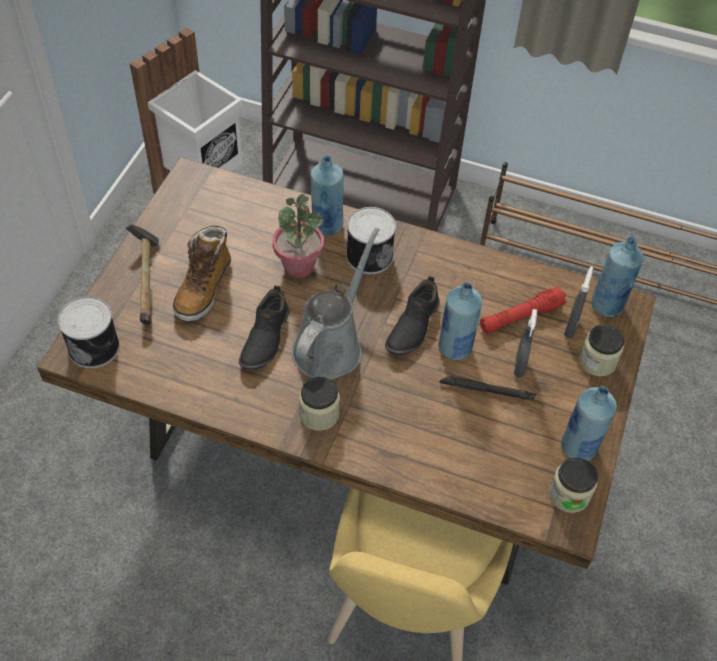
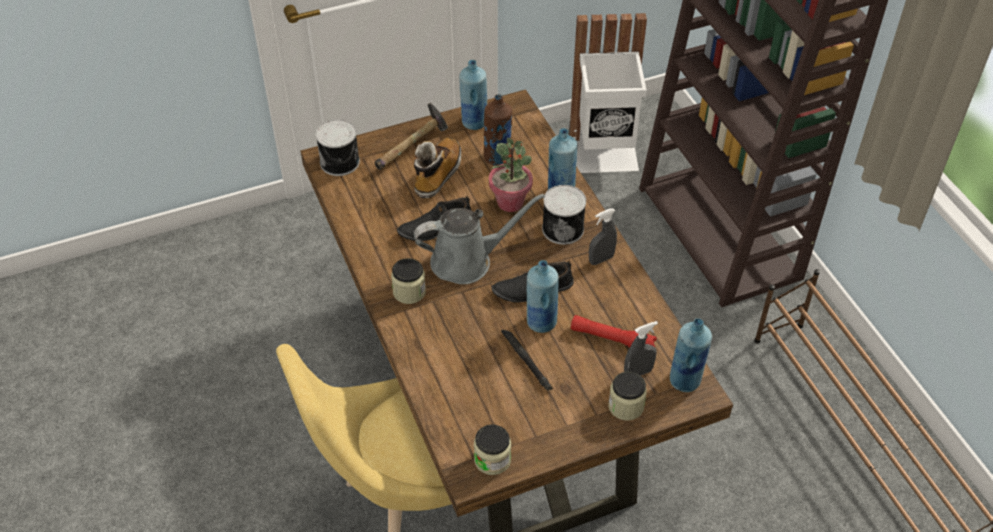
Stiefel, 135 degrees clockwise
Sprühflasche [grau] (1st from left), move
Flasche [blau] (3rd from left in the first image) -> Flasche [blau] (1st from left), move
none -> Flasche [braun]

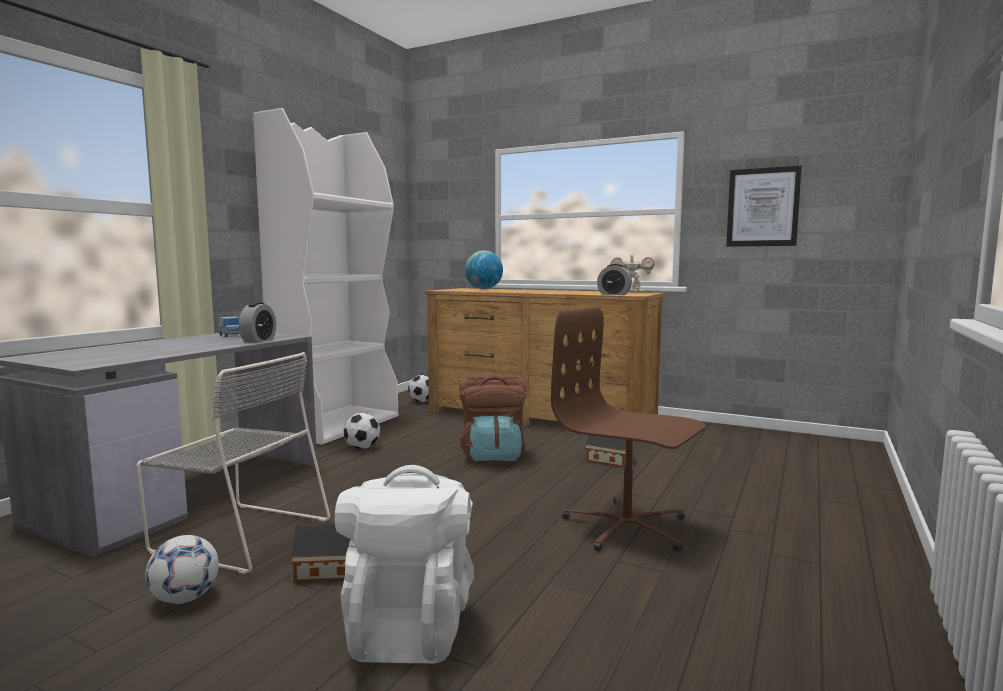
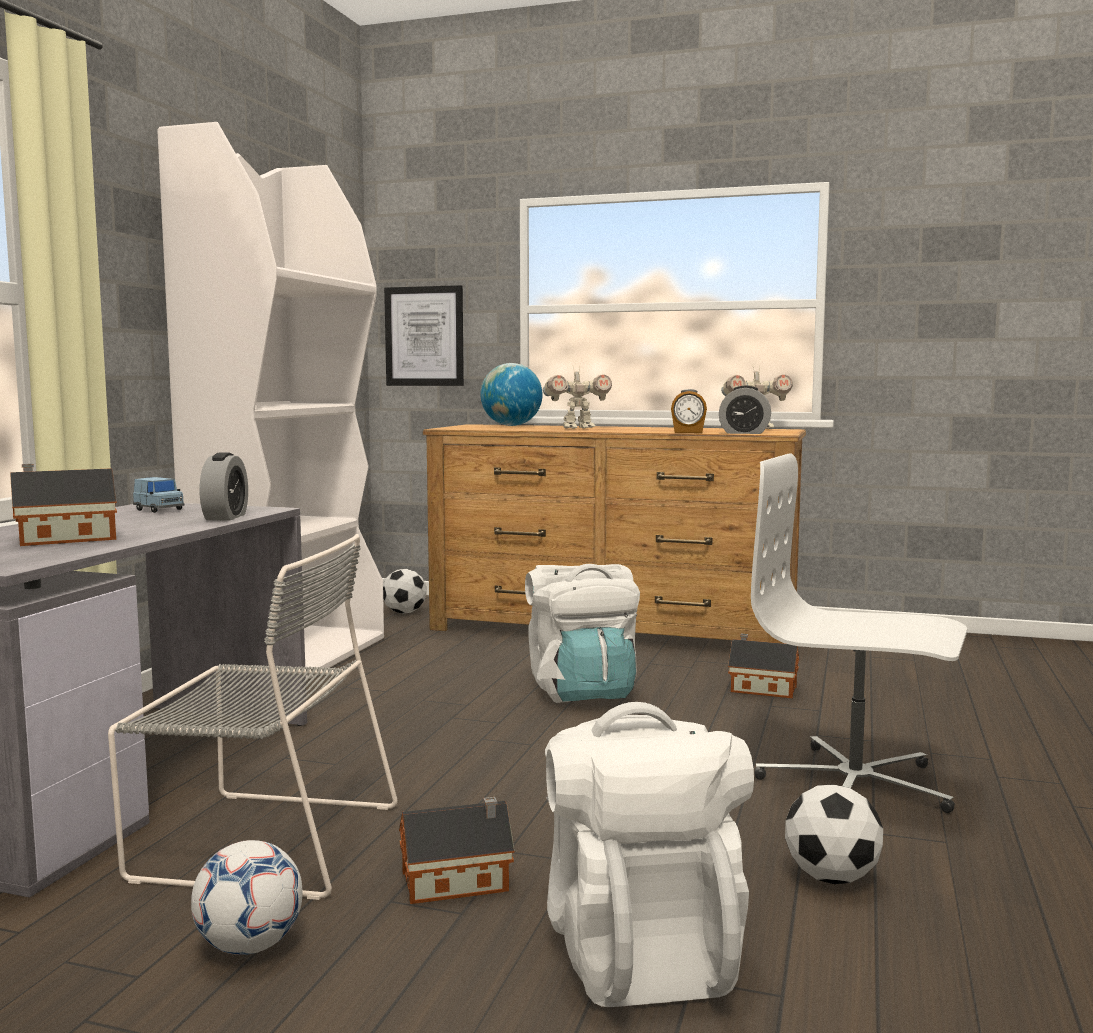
Fußball (2nd from left in the first image) -> Fußball (3rd from left), move
Rucksack [braun] -> Rucksack [weiß] (1st from left)
Bürostuhl [braun] -> Bürostuhl [weiß]
Bild, move
none -> Spielzeughaus (1st from left)
none -> Spielzeugroboter (1st from left)
none -> Wecker (2nd from left)

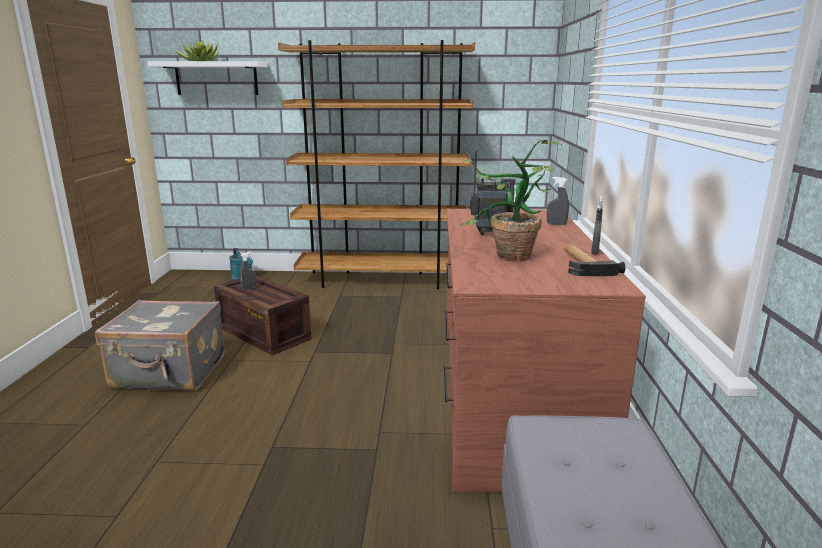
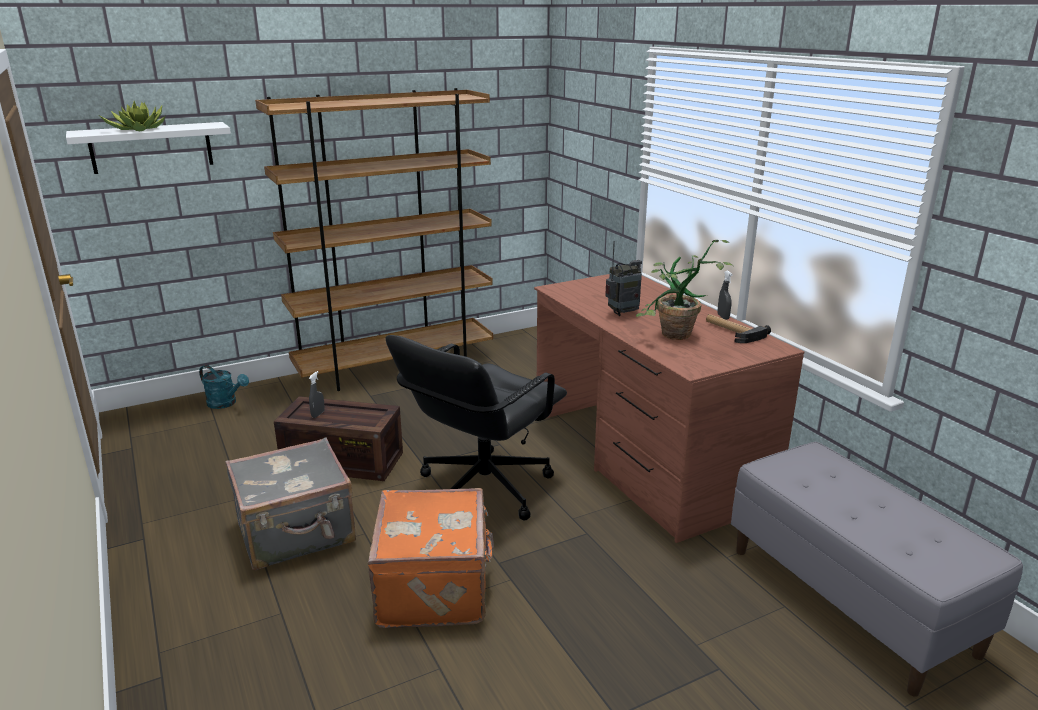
Sprühflasche [grau] (2nd from left) -> none
none -> Koffer [orange]
none -> Bürostuhl [schwarz]

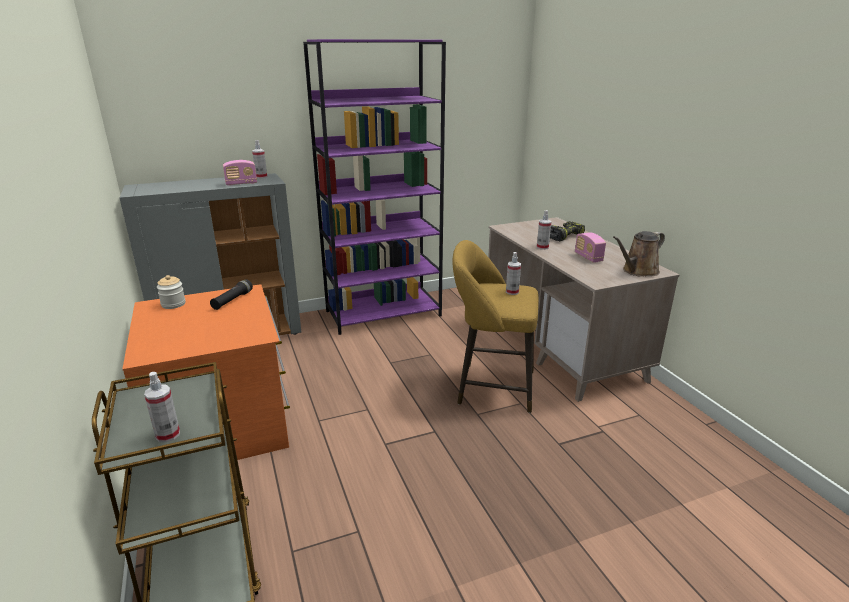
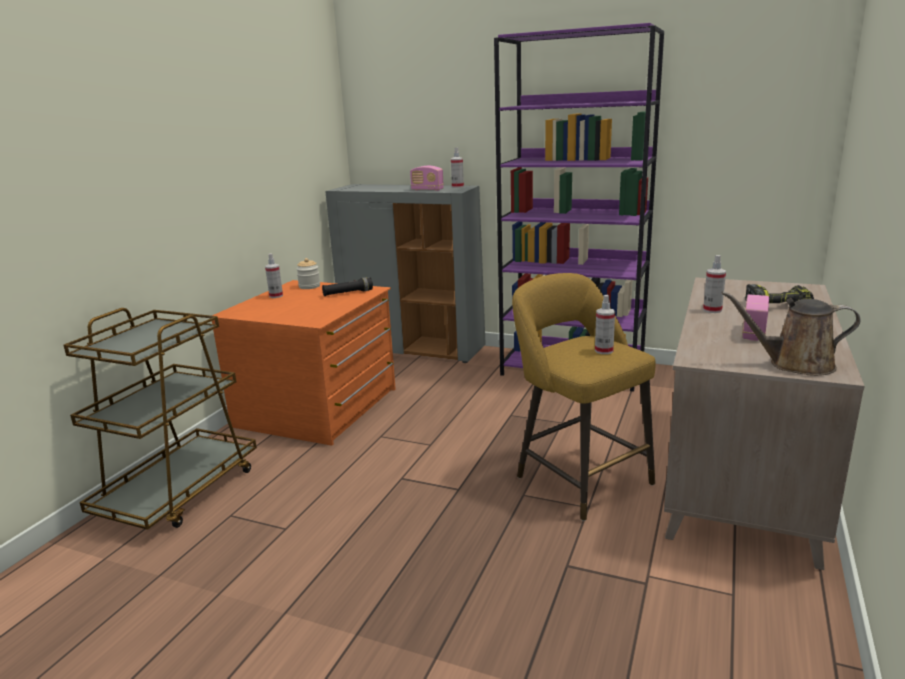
Sprühflasche (1st from left), move

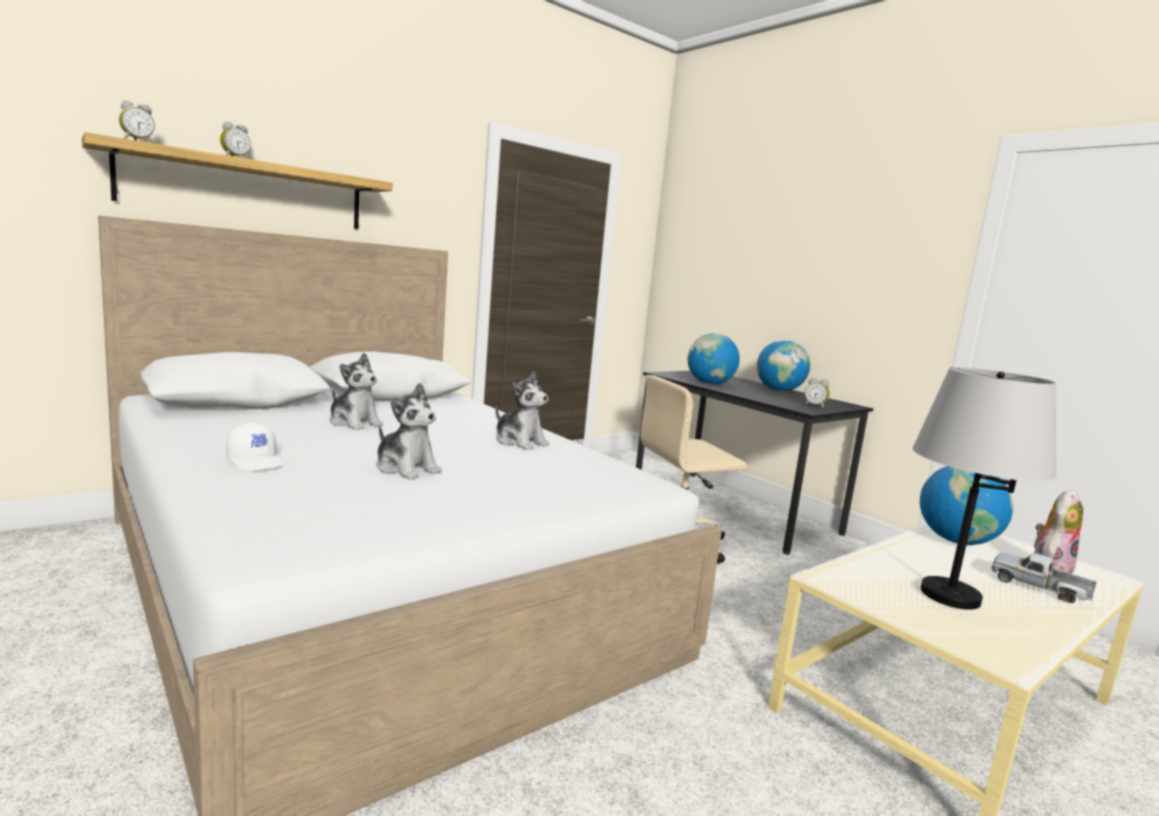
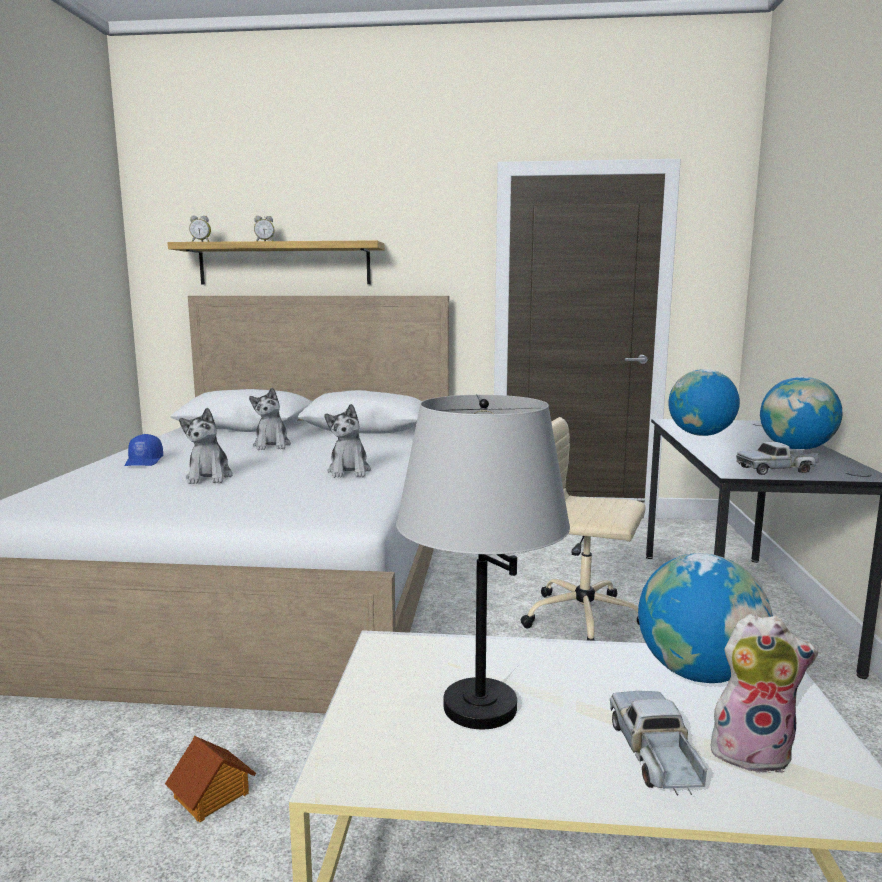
Kappe [weiß] -> Kappe [blau]
Wecker (3rd from left) -> Spielzeuglaster (2nd from left)
none -> Spielzeughaus

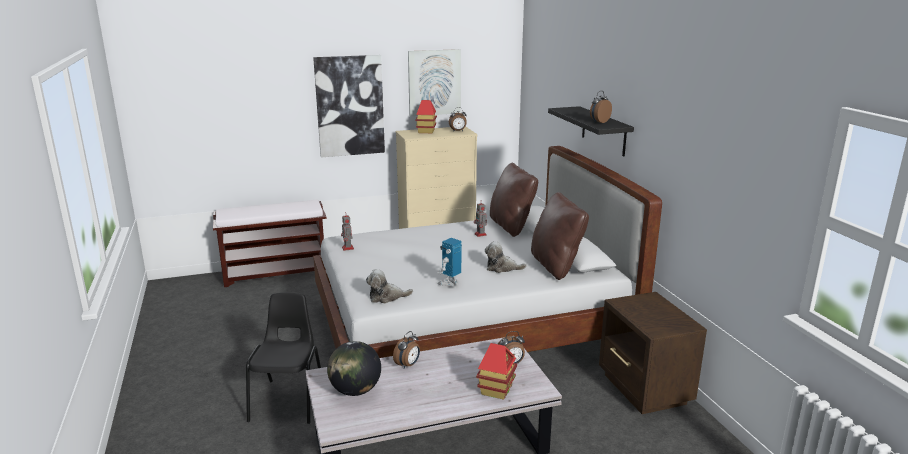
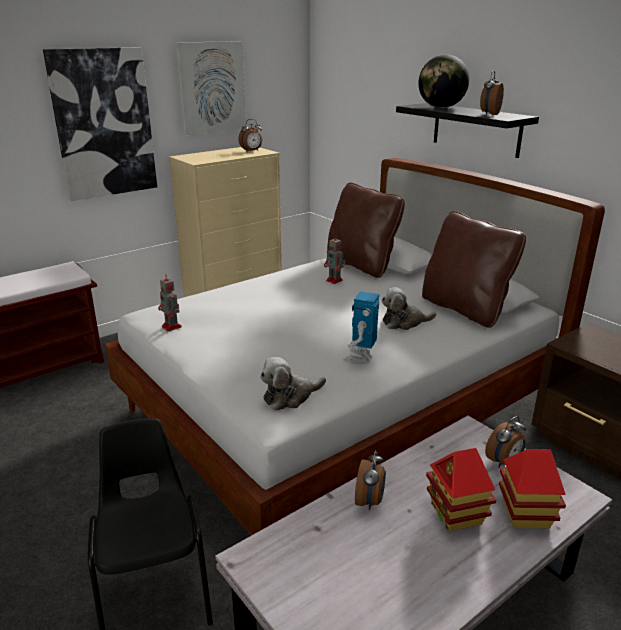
Globus, move
Spielzeughaus (1st from left), move

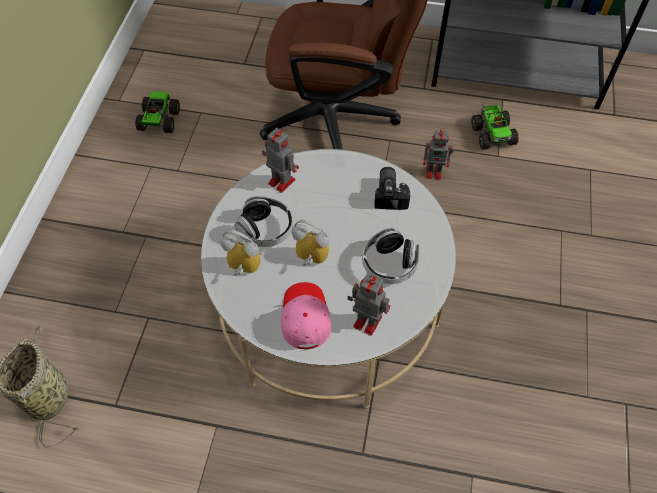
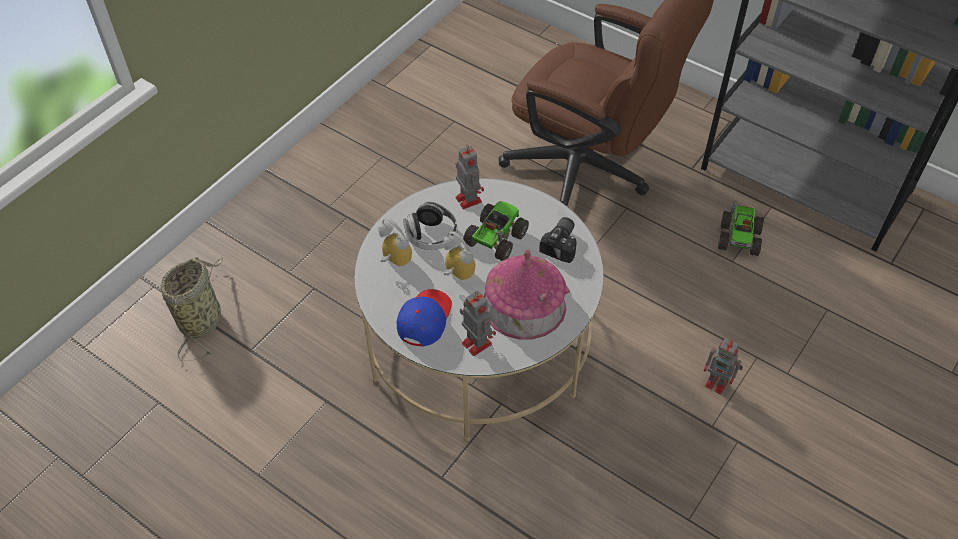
Spielzeuglaster (1st from left), move
Kappe [rosa] -> Kappe [blau]
Kopfhörer (2nd from left) -> Spielzeughaus
Spielzeugroboter (3rd from left), move

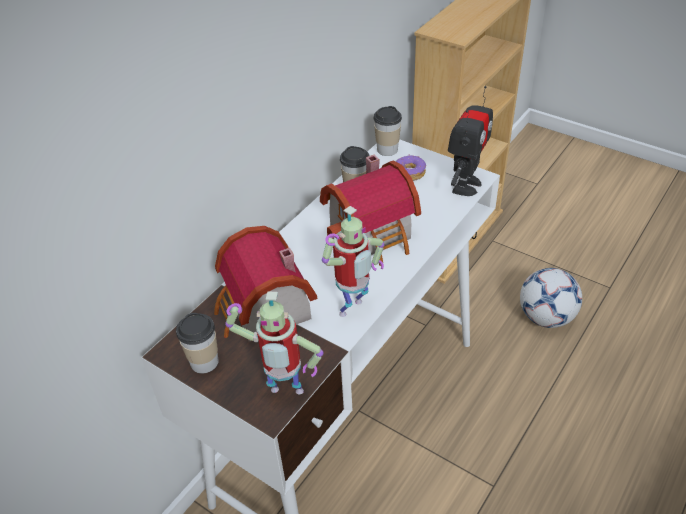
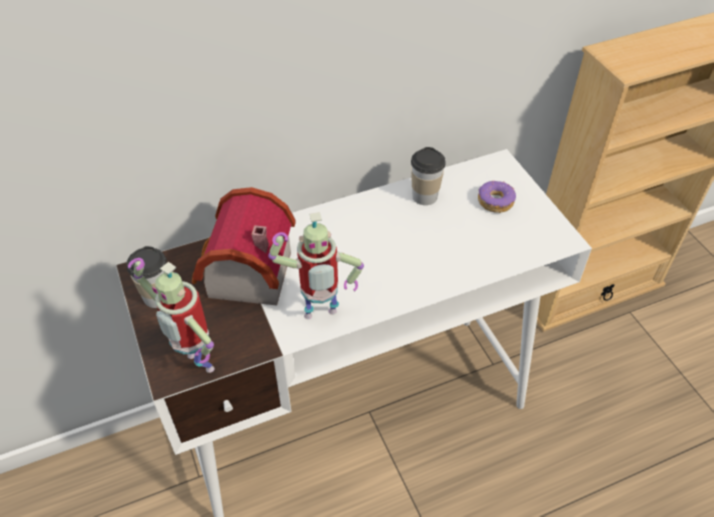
Spielzeughaus (2nd from left) -> none
Tasse (3rd from left) -> none
Spielzeugroboter (3rd from left) -> none
Fußball -> none

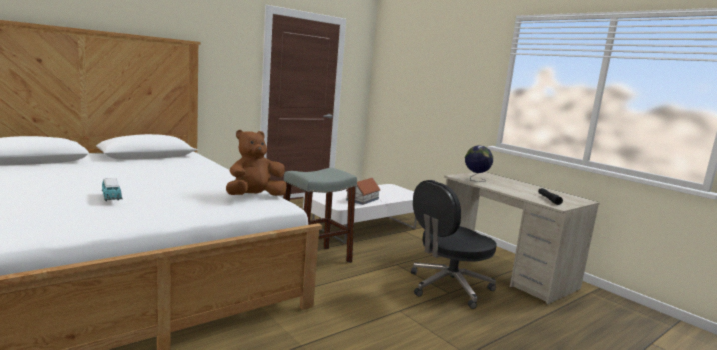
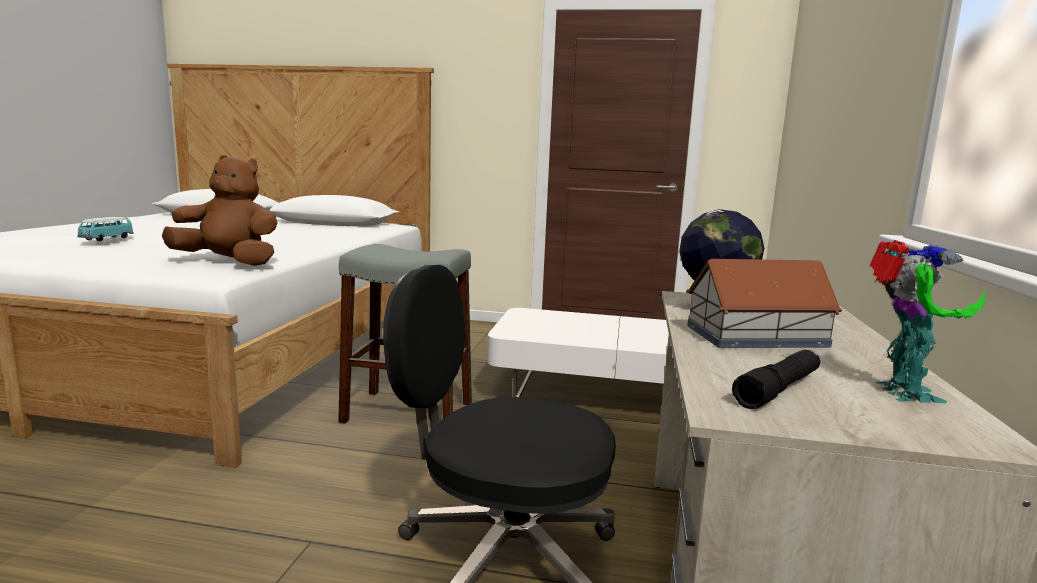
Spielzeughaus, move
none -> Spielzeugroboter

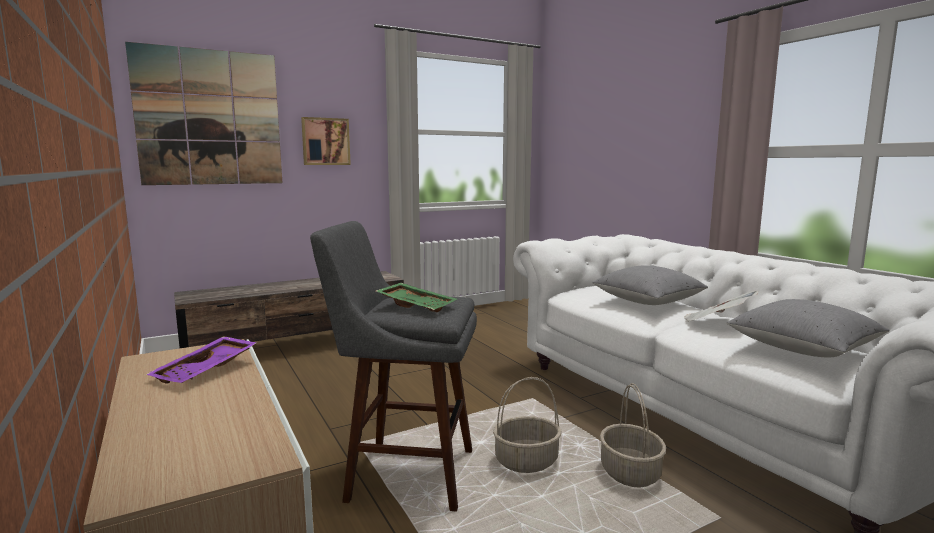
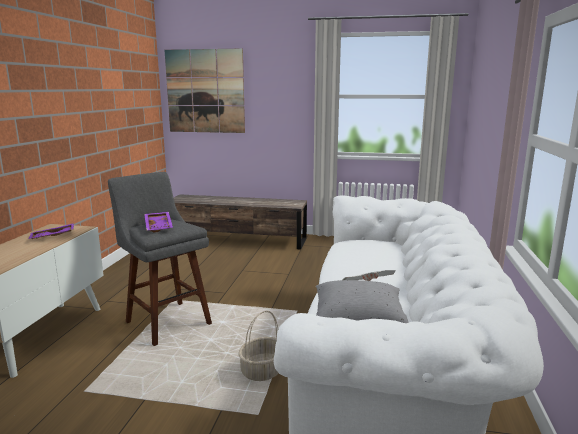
Bild (2nd from left) -> none
Tablett [grün] -> Tablett [lila] (2nd from left)
Korb (1st from left) -> none
Kissen [grau] (1st from left) -> none

